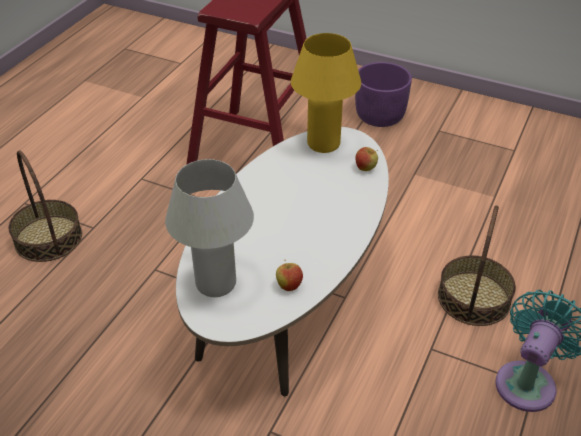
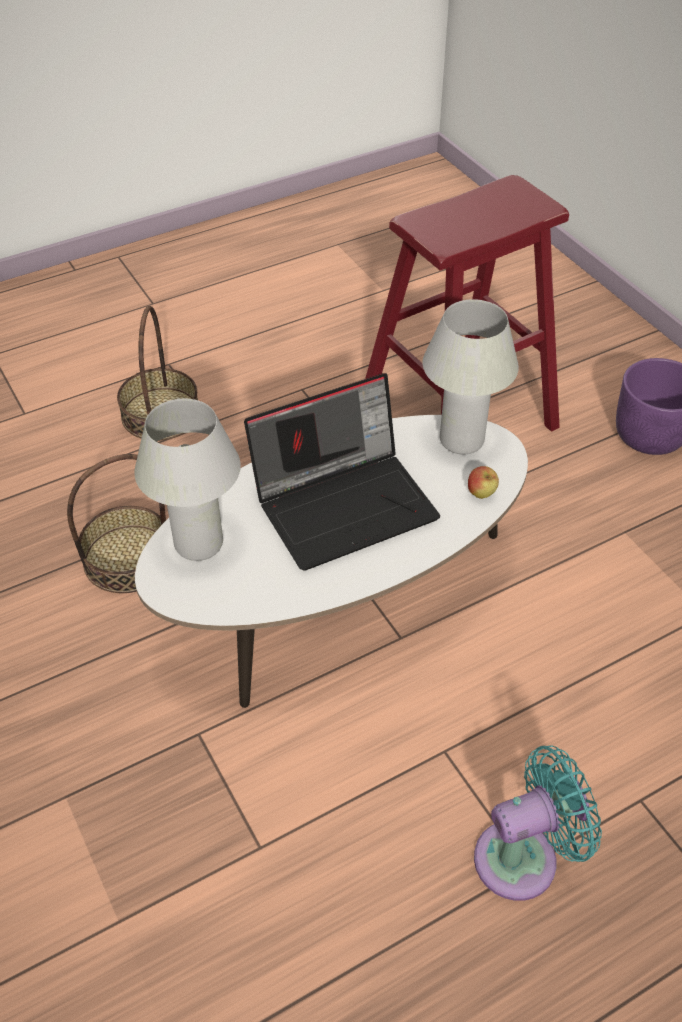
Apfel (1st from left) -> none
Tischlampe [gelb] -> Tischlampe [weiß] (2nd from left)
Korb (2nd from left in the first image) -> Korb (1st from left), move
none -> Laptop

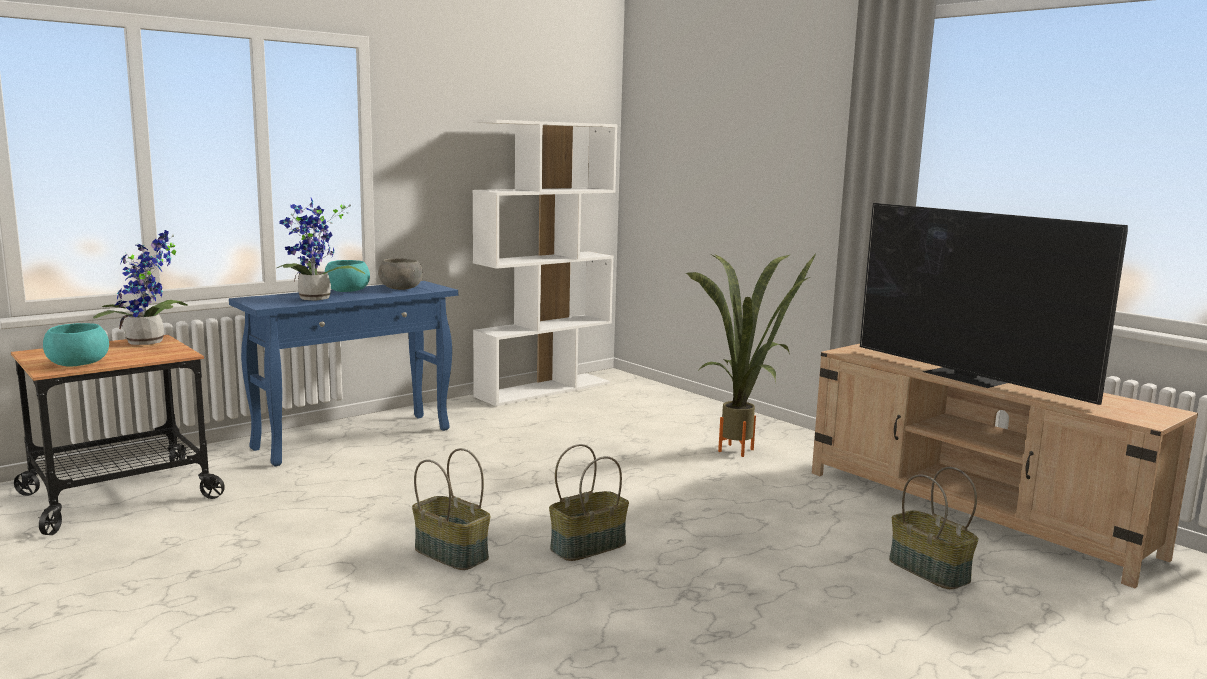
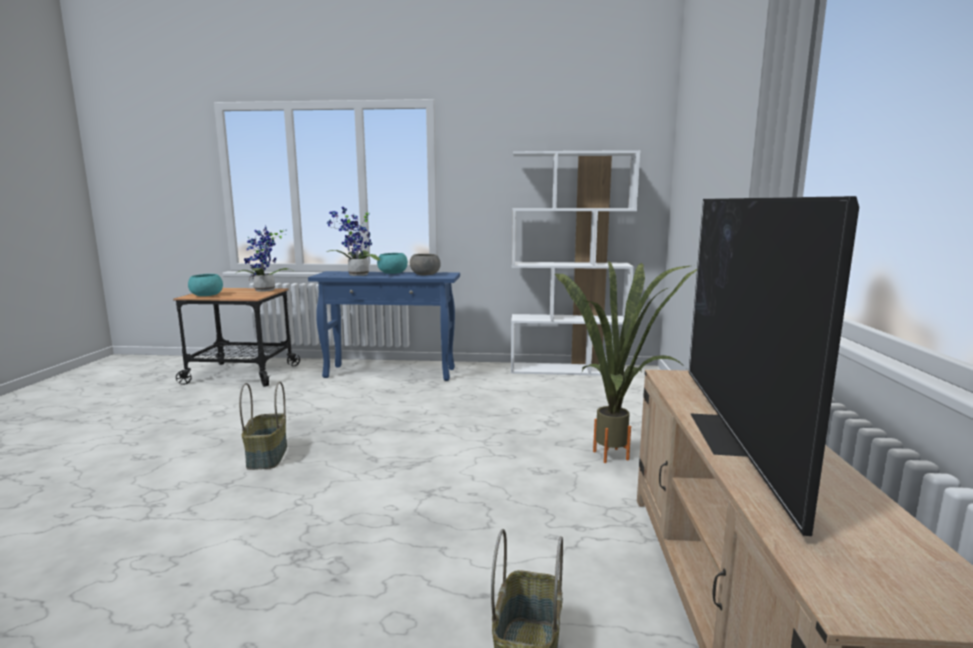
Korb (2nd from left) -> none

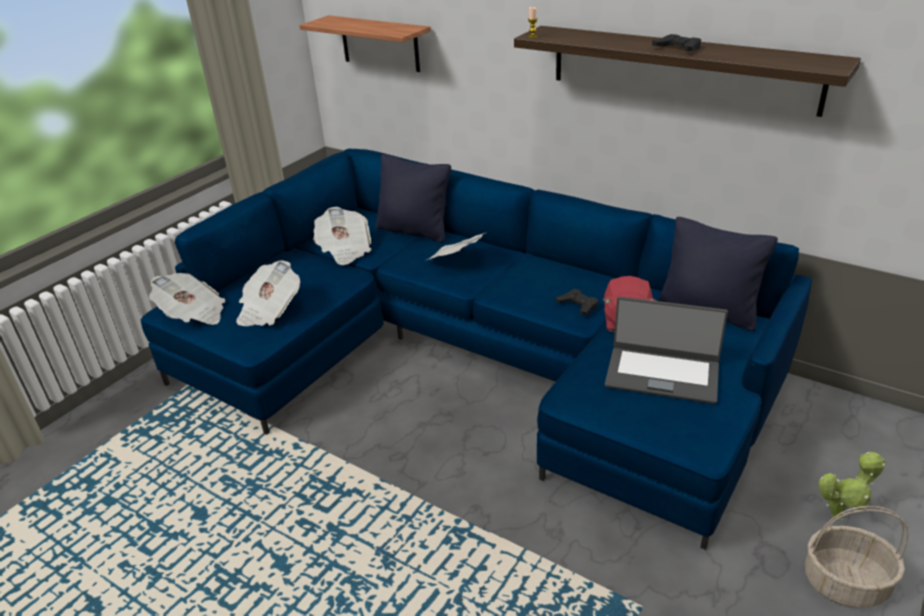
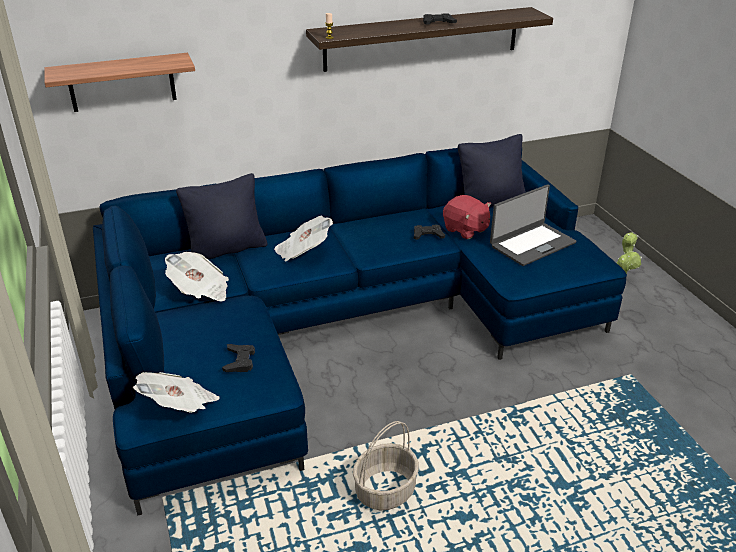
Zeitung (2nd from left) -> Gamepad [schwarz] (1st from left)
Korb, move

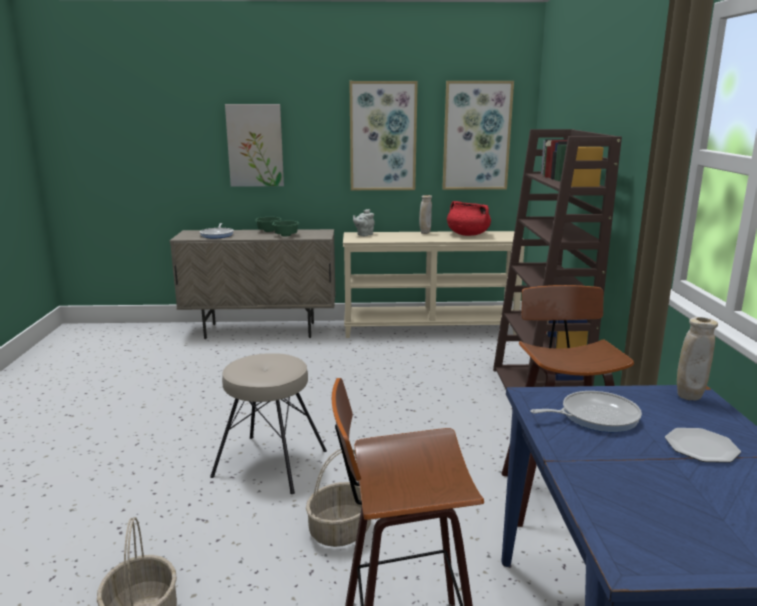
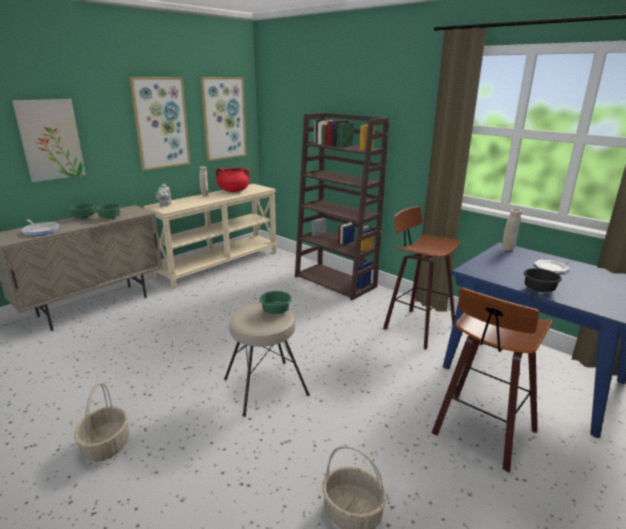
Korb (2nd from left in the first image) -> Korb (1st from left), move
Pfanne (2nd from left) -> none
none -> Schüssel [grün] (3rd from left)
none -> Schüssel [schwarz]

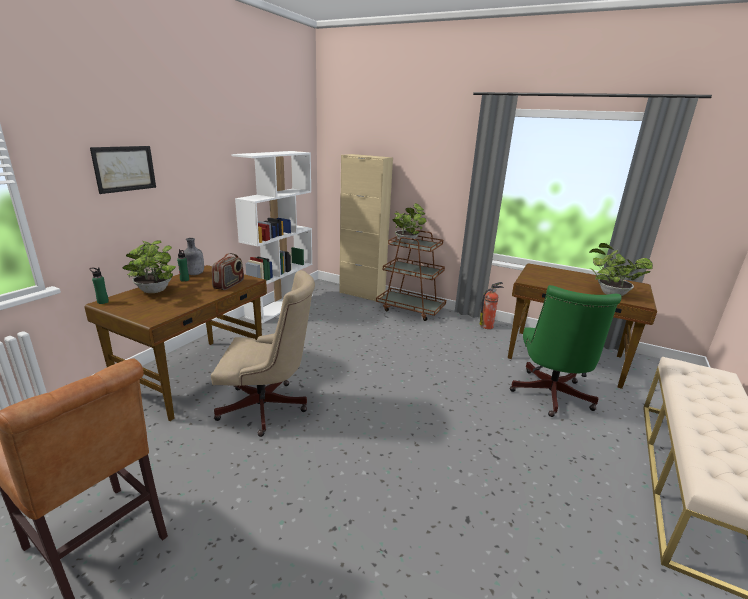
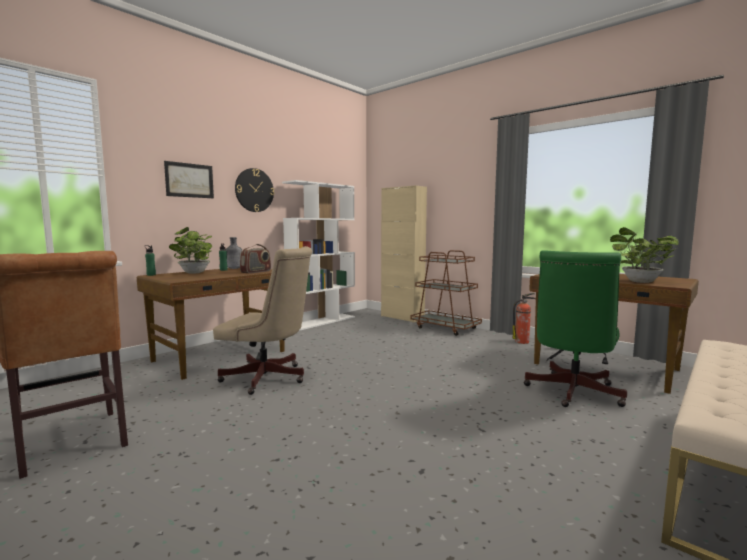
Topfpflanze (2nd from left) -> none
none -> Wanduhr

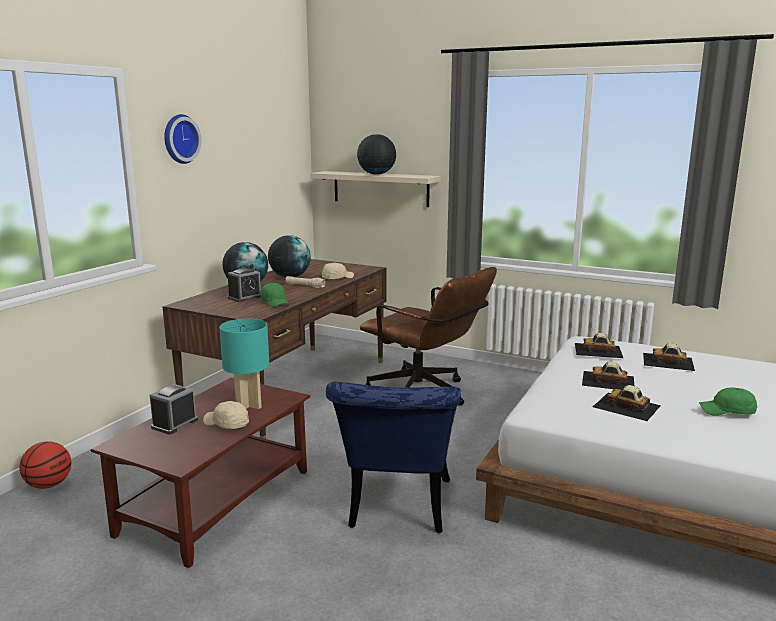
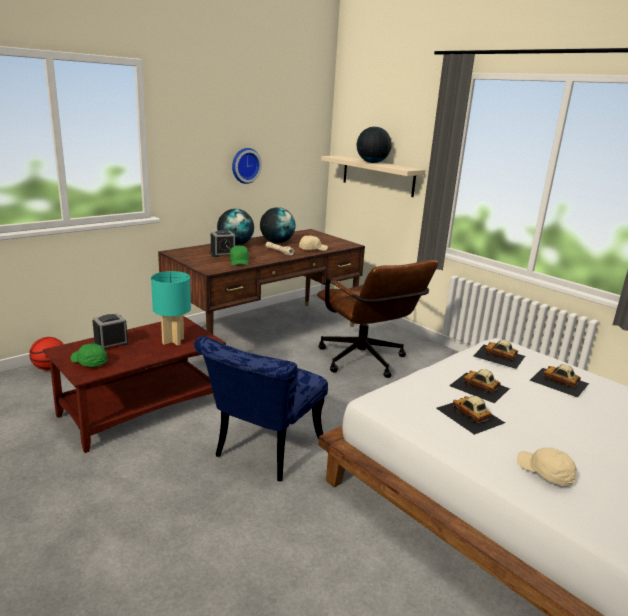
Wanduhr, move
Kappe [beige] (1st from left in the first image) -> Kappe [beige] (2nd from left), move
Kappe [grün] (2nd from left in the first image) -> Kappe [grün] (1st from left), move

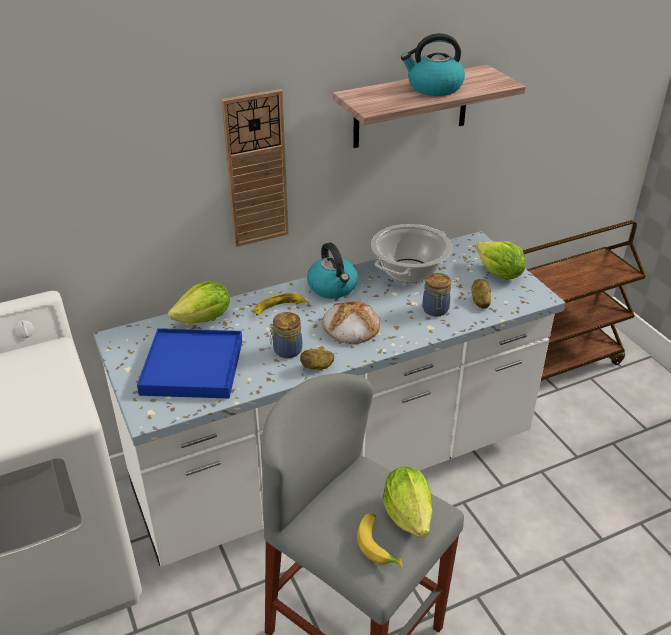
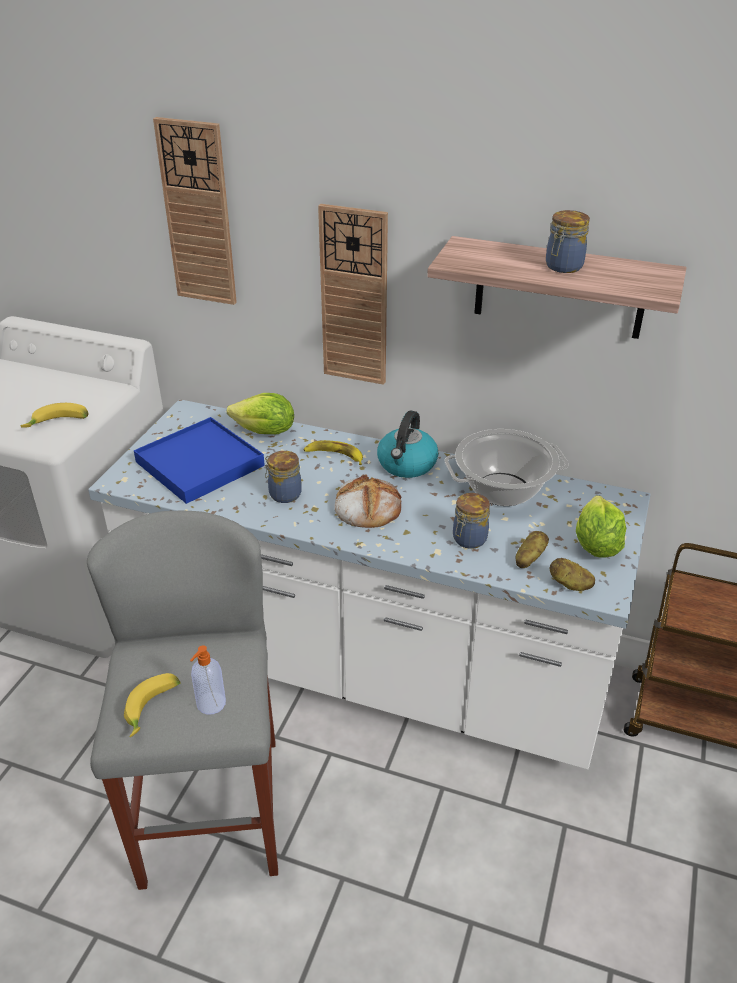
Kartoffel (1st from left in the first image) -> Kartoffel (2nd from left), move
Salatkopf (2nd from left) -> Seifenspender
Wasserkessel (2nd from left) -> Vorratsglas (3rd from left)
none -> Banane (1st from left)
none -> Wanduhr (1st from left)

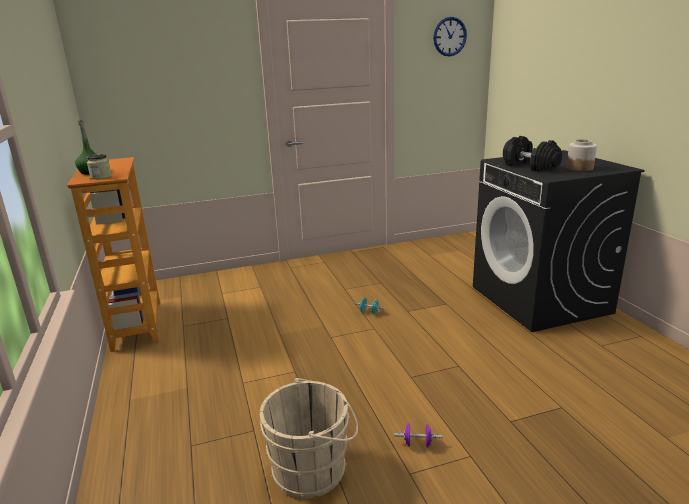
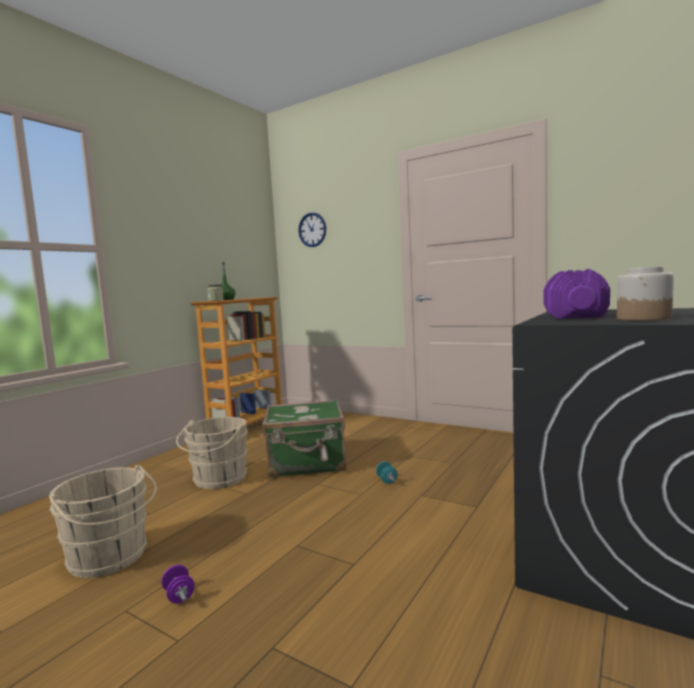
Wanduhr, move
Hantel [schwarz] -> Hantel [lila] (2nd from left)
none -> Eimer [beige] (2nd from left)
none -> Koffer [grün]

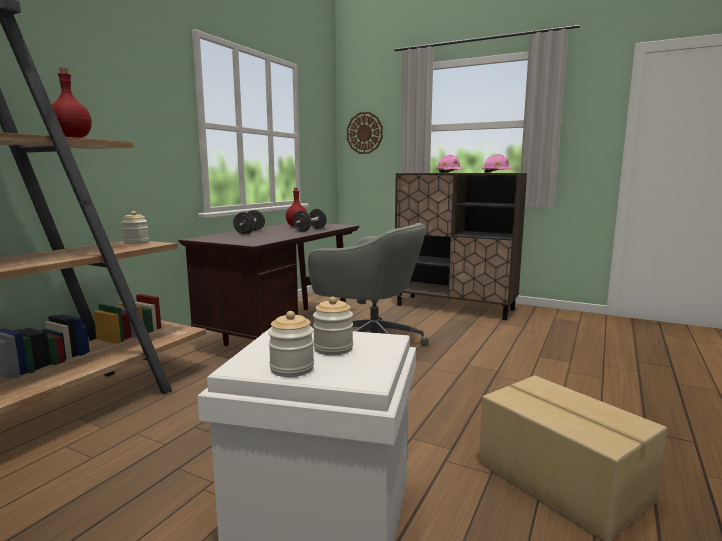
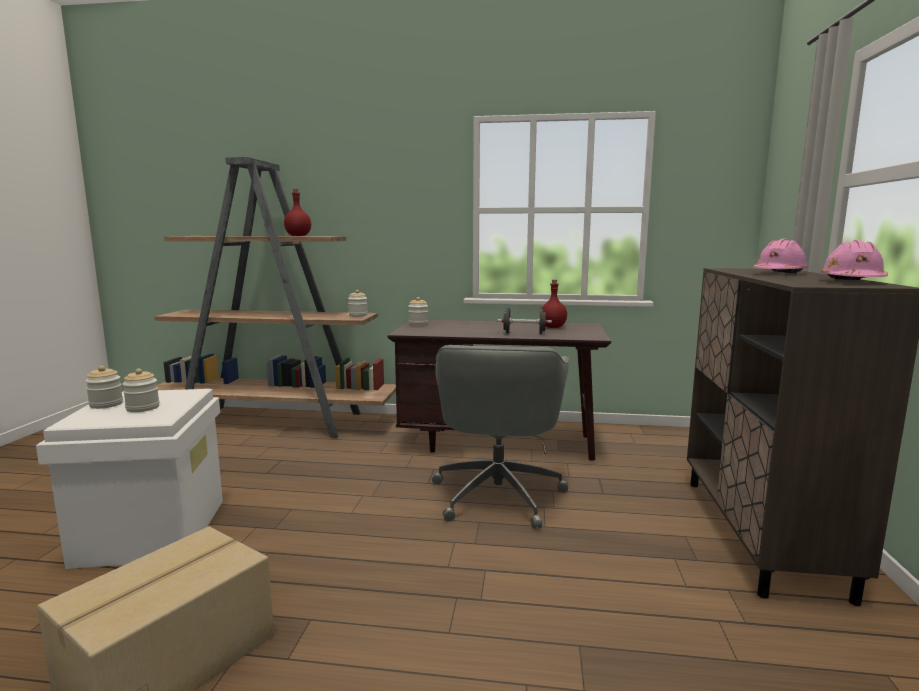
Hantel [schwarz] (1st from left) -> none
Wanduhr -> none
none -> Vorratsglas (4th from left)

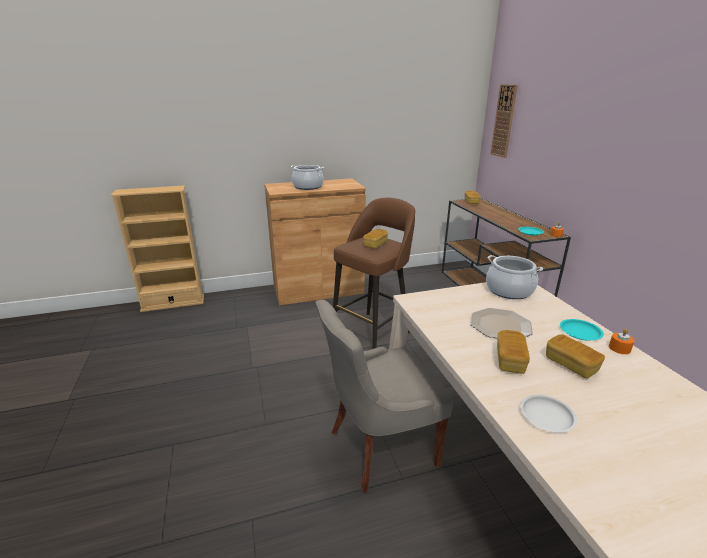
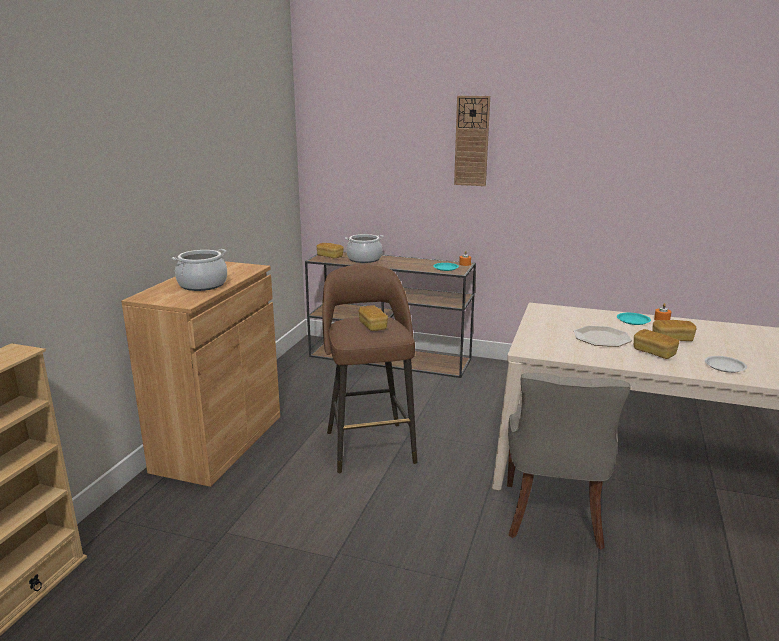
Kochtopf (2nd from left), move
Wanduhr, move

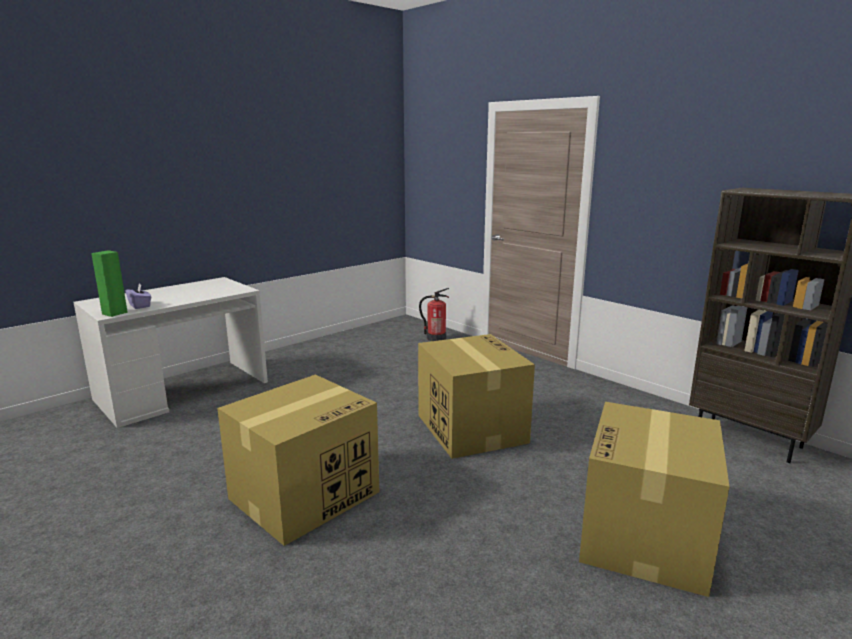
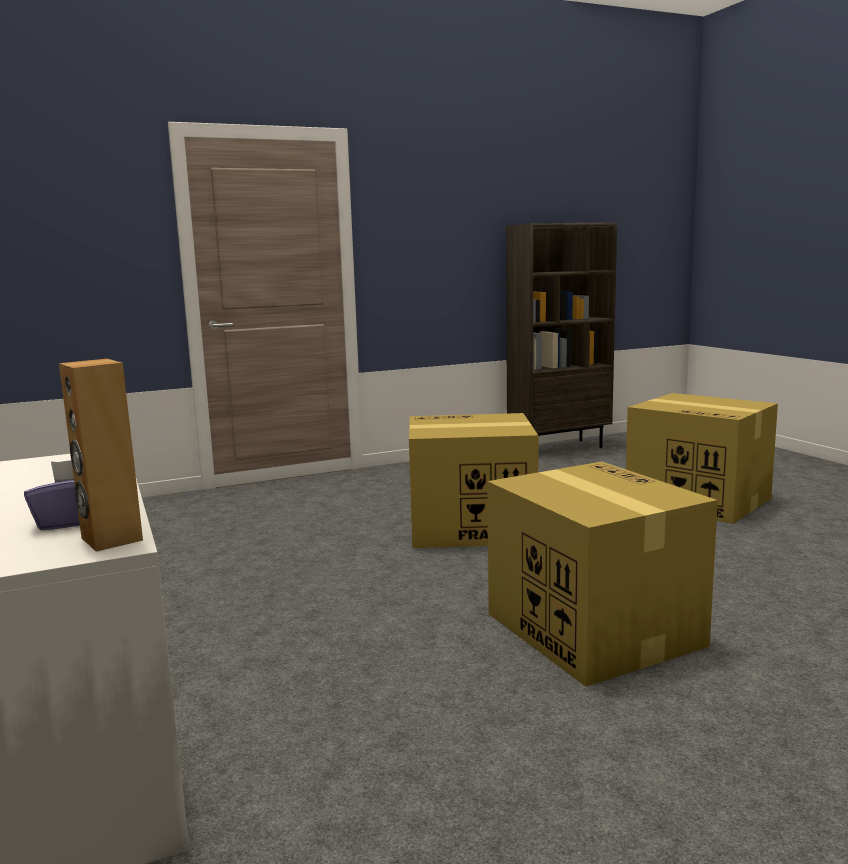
Lautsprecher [grün] -> Lautsprecher [braun]
Feuerlöscher -> none

